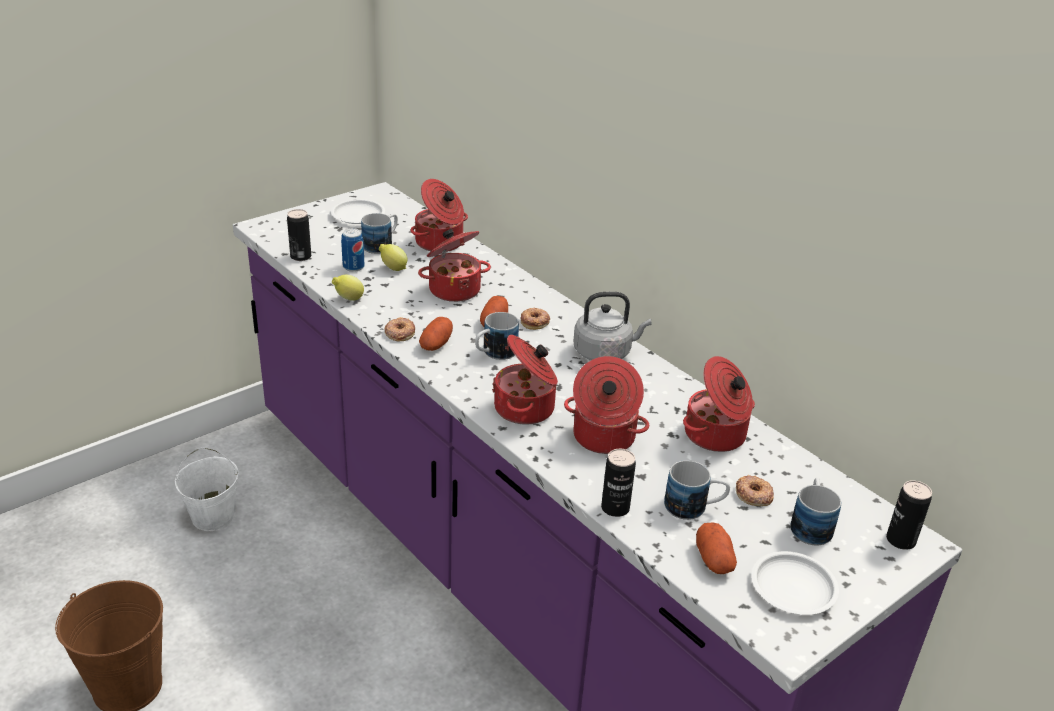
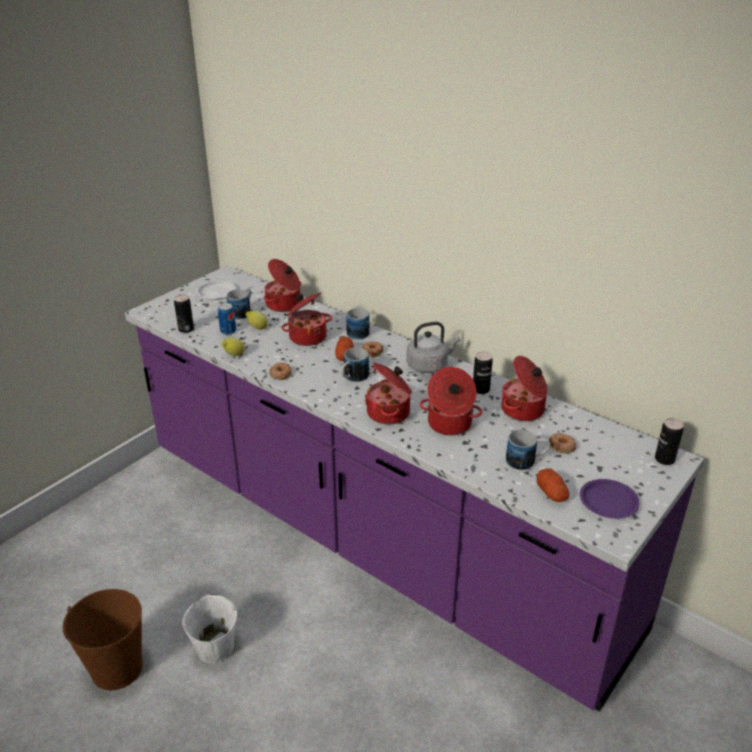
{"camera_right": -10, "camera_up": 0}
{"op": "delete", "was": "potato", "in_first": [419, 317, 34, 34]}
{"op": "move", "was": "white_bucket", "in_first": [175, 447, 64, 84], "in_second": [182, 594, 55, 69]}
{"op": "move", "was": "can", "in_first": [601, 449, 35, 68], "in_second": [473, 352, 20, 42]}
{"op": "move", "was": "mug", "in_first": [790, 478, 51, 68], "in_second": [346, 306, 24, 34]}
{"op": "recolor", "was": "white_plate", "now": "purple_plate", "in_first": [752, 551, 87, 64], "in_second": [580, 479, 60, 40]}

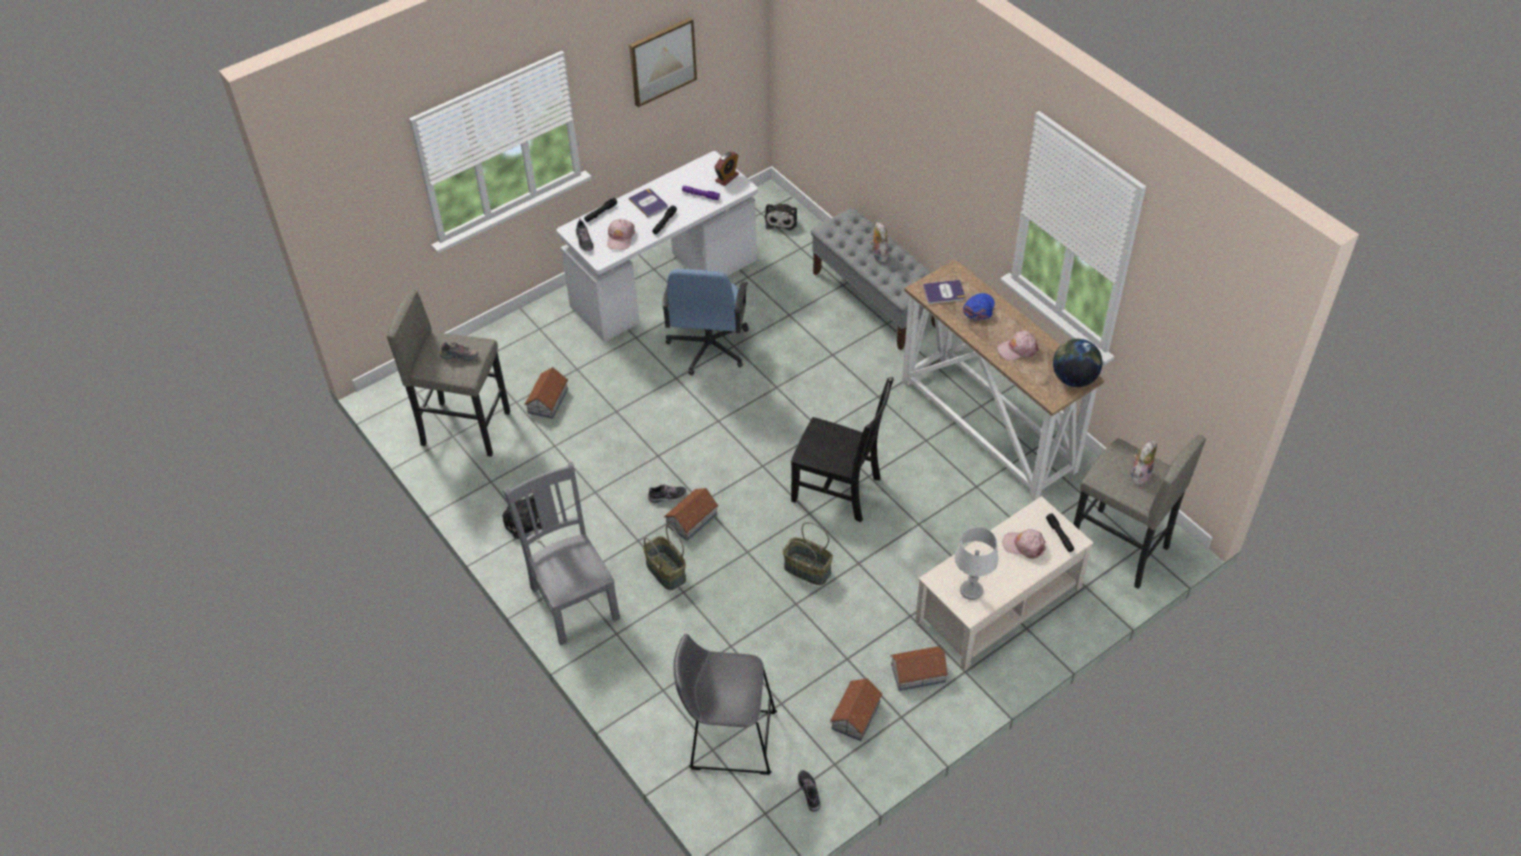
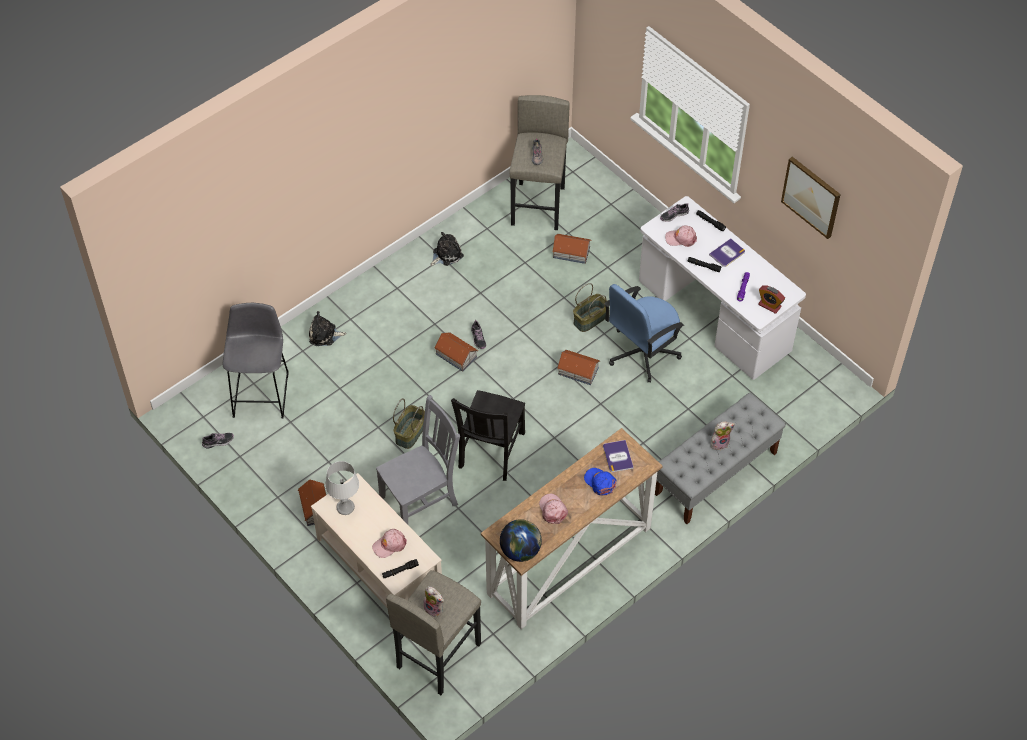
{"camera_right": 85, "camera_up": 5}
{"op": "move", "was": "plush_toy", "in_first": [765, 204, 32, 26], "in_second": [309, 311, 38, 35]}
{"op": "rotate", "was": "blue_office_chair", "in_first": [662, 269, 87, 106], "in_second": [604, 284, 80, 99], "clockwise": -45}
{"op": "rotate", "was": "blue_cap", "in_first": [963, 293, 32, 28], "in_second": [584, 468, 32, 28], "clockwise": -150}
{"op": "move", "was": "grey_chair", "in_first": [503, 462, 117, 184], "in_second": [376, 395, 84, 129]}
{"op": "move", "was": "basket", "in_first": [643, 525, 43, 65], "in_second": [573, 283, 35, 49]}
{"op": "rotate", "was": "pink_cap", "in_first": [1003, 529, 43, 30], "in_second": [372, 529, 35, 29], "clockwise": -135}
{"op": "move", "was": "toy_house", "in_first": [830, 679, 53, 62], "in_second": [557, 350, 43, 35]}

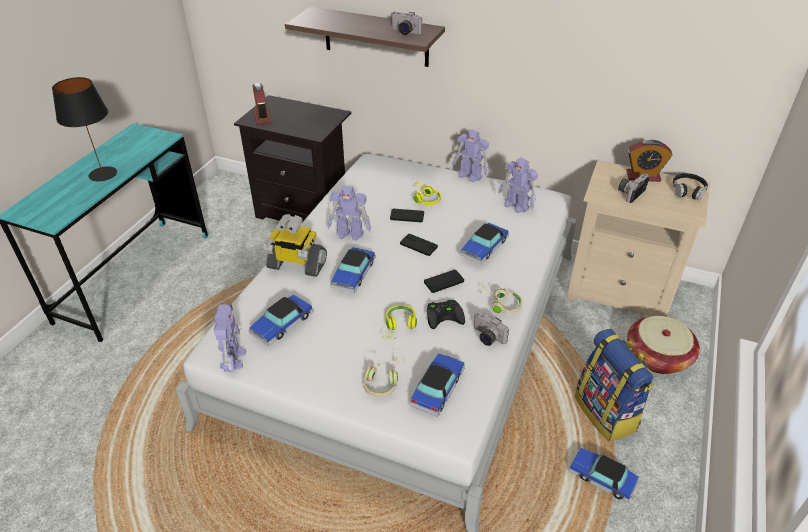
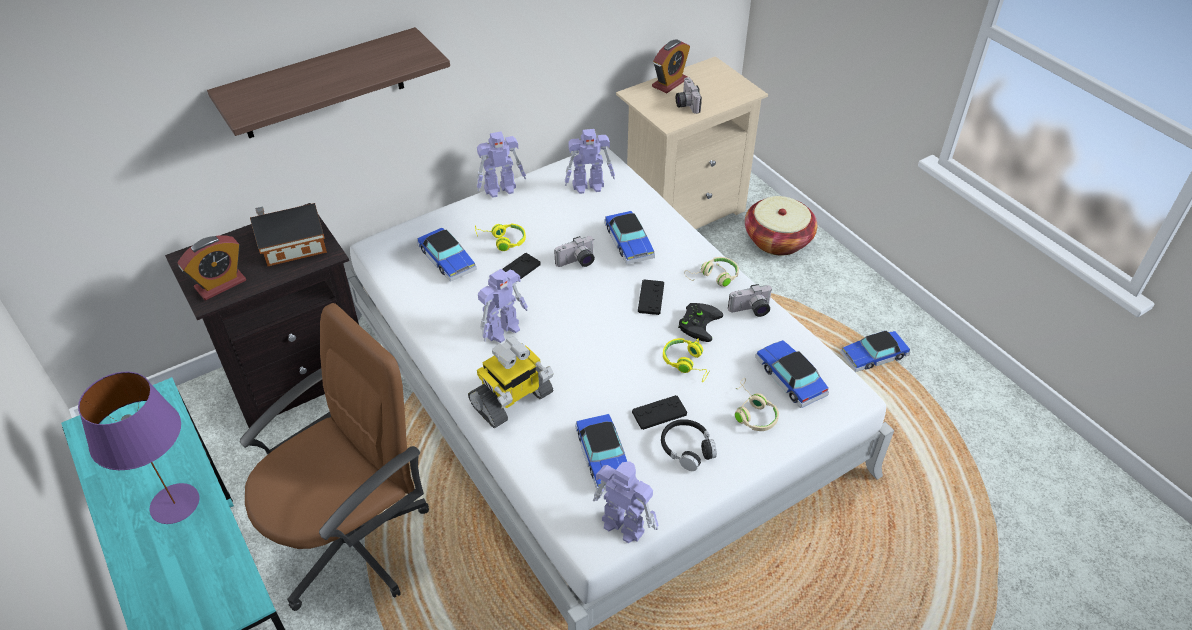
{"camera_right": -55, "camera_up": 5}
{"op": "move", "was": "photo_camera", "in_first": [391, 12, 31, 23], "in_second": [554, 236, 41, 31]}
{"op": "recolor", "was": "black_table_lamp", "now": "purple_table_lamp", "in_first": [52, 77, 65, 104], "in_second": [78, 372, 121, 152]}
{"op": "rotate", "was": "alarm_clock", "in_first": [253, 83, 19, 42], "in_second": [178, 235, 68, 65], "clockwise": -60}
{"op": "move", "was": "black_headphones", "in_first": [673, 173, 35, 28], "in_second": [661, 419, 56, 52]}
{"op": "move", "was": "black_game_controller", "in_first": [400, 234, 38, 22], "in_second": [632, 395, 55, 35]}
{"op": "move", "was": "toy_car", "in_first": [330, 247, 46, 46], "in_second": [417, 228, 60, 54]}
{"op": "delete", "was": "backpack", "in_first": [575, 329, 79, 113]}
{"op": "insert", "now": "toy_house", "in_second": [250, 203, 77, 63]}
{"op": "insert", "now": "brown_office_chair", "in_second": [240, 303, 189, 308]}

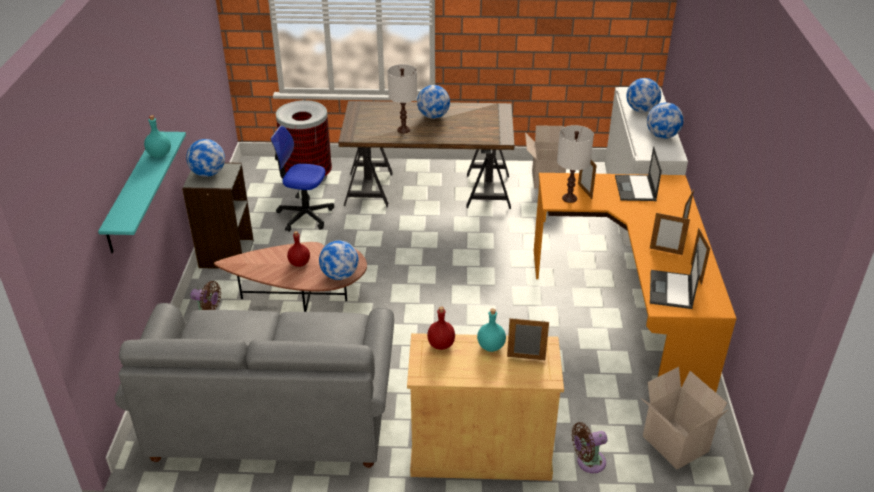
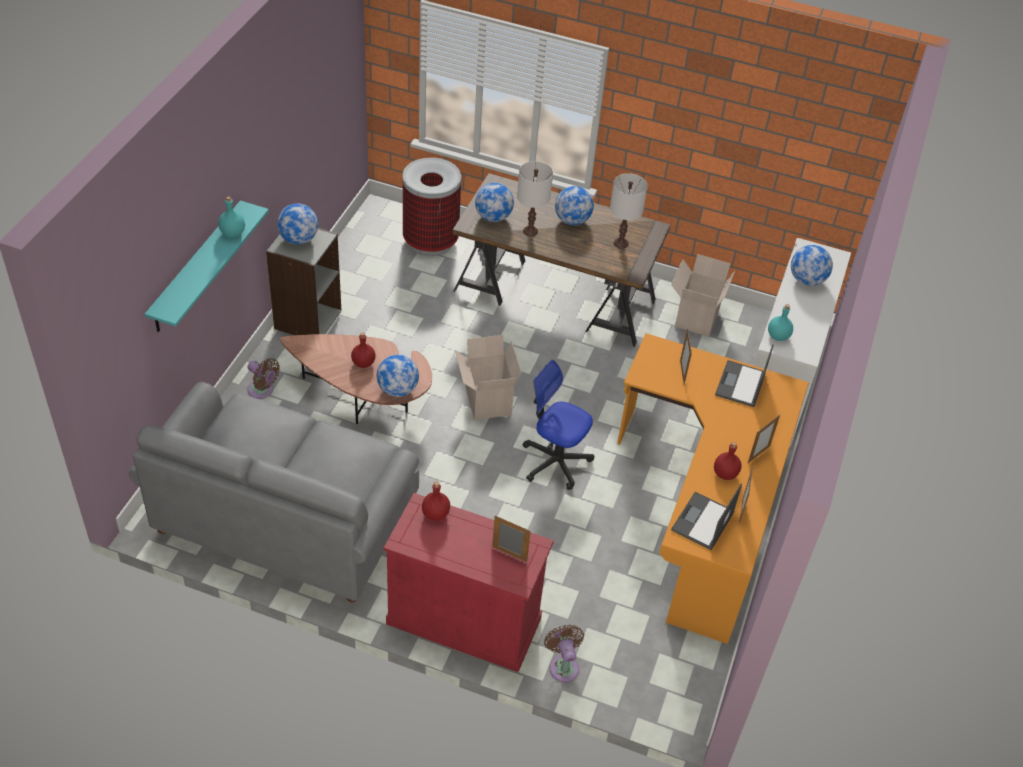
{"camera_right": 15, "camera_up": 10}
{"op": "move", "was": "globe", "in_first": [647, 103, 37, 36], "in_second": [475, 183, 39, 39]}
{"op": "move", "was": "office_chair", "in_first": [271, 125, 63, 107], "in_second": [523, 360, 71, 130]}
{"op": "move", "was": "white_table_lamp", "in_first": [557, 125, 37, 78], "in_second": [610, 173, 38, 76]}
{"op": "replace", "was": "picture_frame", "now": "red_bottle", "in_first": [650, 212, 40, 43], "in_second": [714, 442, 28, 38]}
{"op": "move", "was": "turquoise_bottle", "in_first": [477, 309, 29, 43], "in_second": [768, 304, 25, 37]}
{"op": "recolor", "was": "beige_cabinet", "now": "red_cabinet", "in_first": [407, 333, 157, 148], "in_second": [383, 493, 171, 179]}
{"op": "move", "was": "cardboard_box", "in_first": [641, 367, 87, 102], "in_second": [455, 335, 66, 85]}
{"op": "rotate", "was": "brown_fan", "in_first": [572, 422, 35, 51], "in_second": [544, 625, 40, 57], "clockwise": 75}

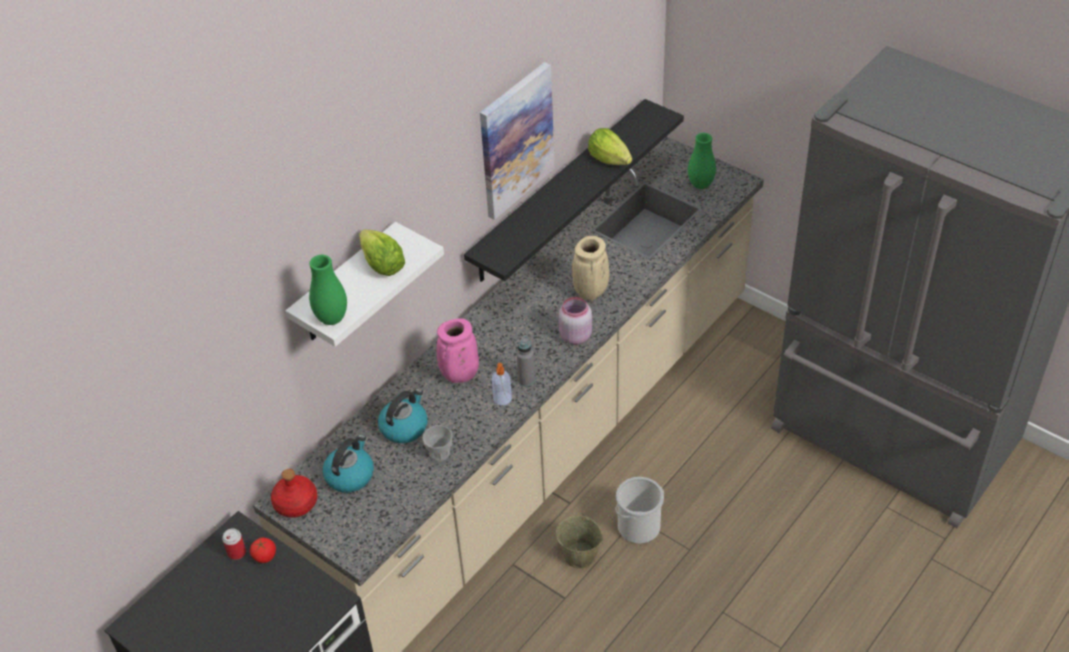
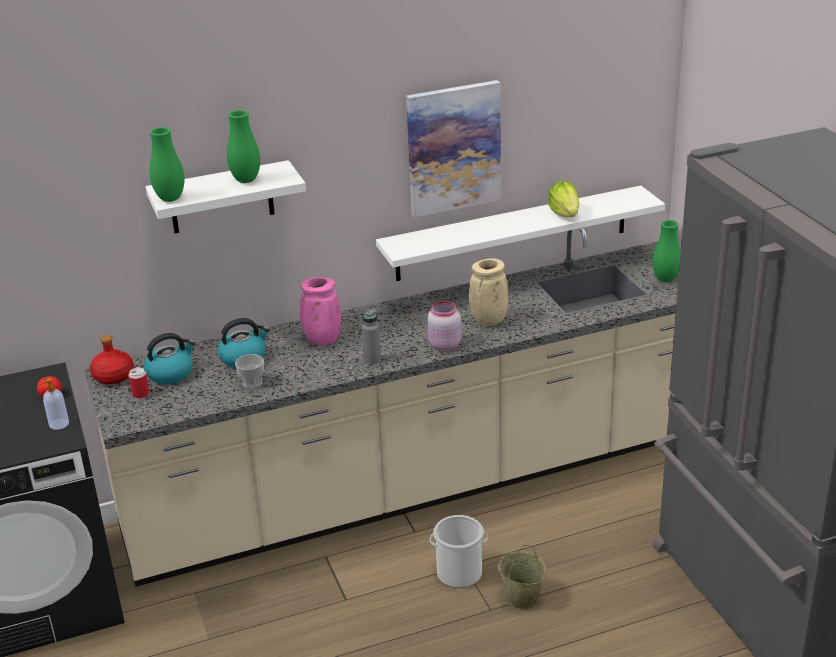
{"camera_right": 30, "camera_up": -15}
{"op": "recolor", "was": "black_shelf", "now": "white_shelf", "in_first": [464, 99, 220, 183], "in_second": [376, 186, 289, 95]}
{"op": "replace", "was": "lettuce", "now": "green_vase", "in_first": [359, 229, 46, 47], "in_second": [227, 110, 33, 73]}
{"op": "move", "was": "soap_dispenser", "in_first": [492, 363, 20, 42], "in_second": [39, 378, 30, 52]}
{"op": "move", "was": "beige_bucket", "in_first": [556, 513, 48, 56], "in_second": [498, 545, 48, 65]}
{"op": "move", "was": "can", "in_first": [222, 528, 24, 32], "in_second": [129, 367, 20, 32]}

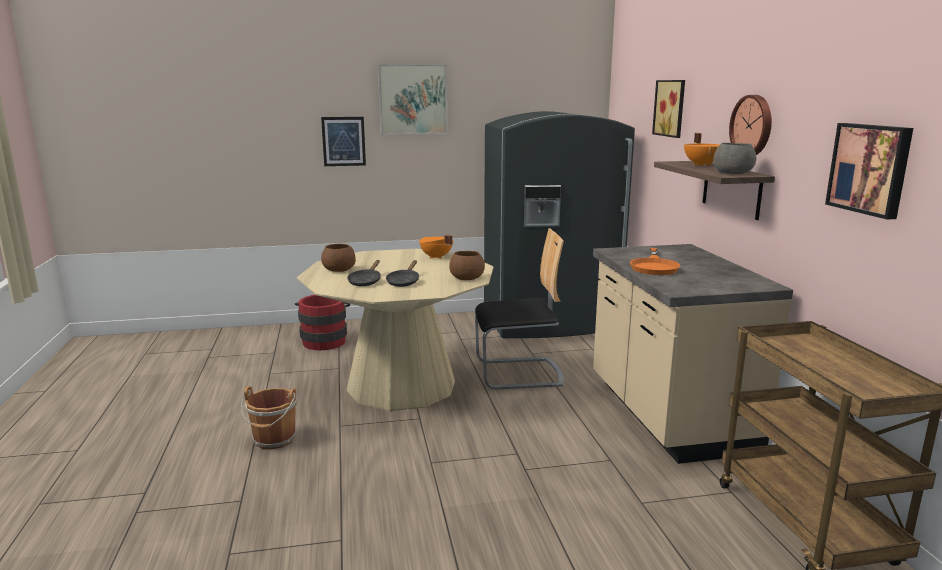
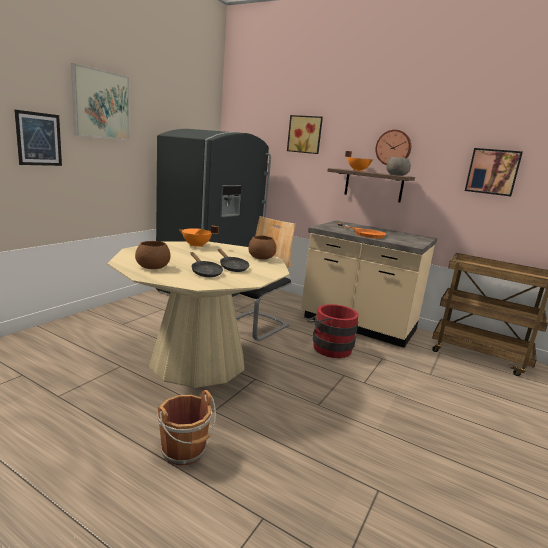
{"camera_right": -50, "camera_up": 0}
{"op": "move", "was": "red_bucket", "in_first": [295, 295, 55, 55], "in_second": [307, 304, 52, 54]}

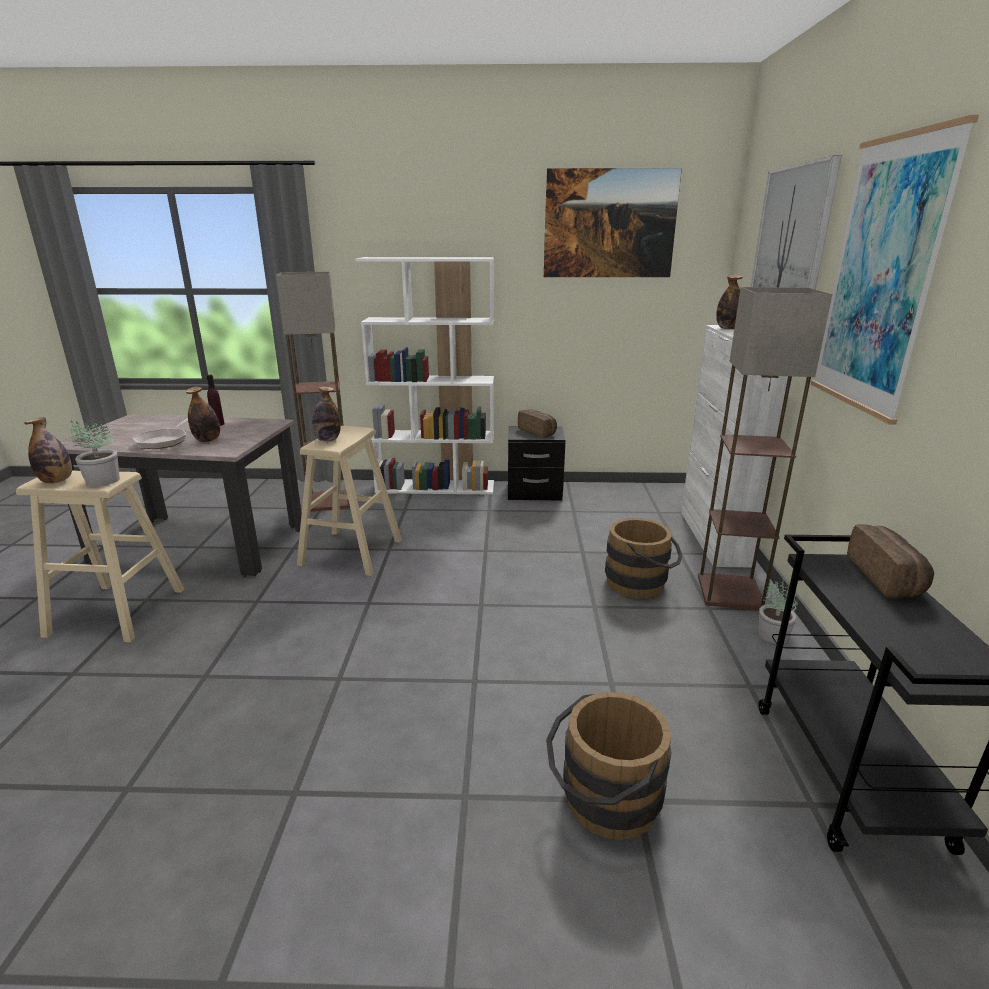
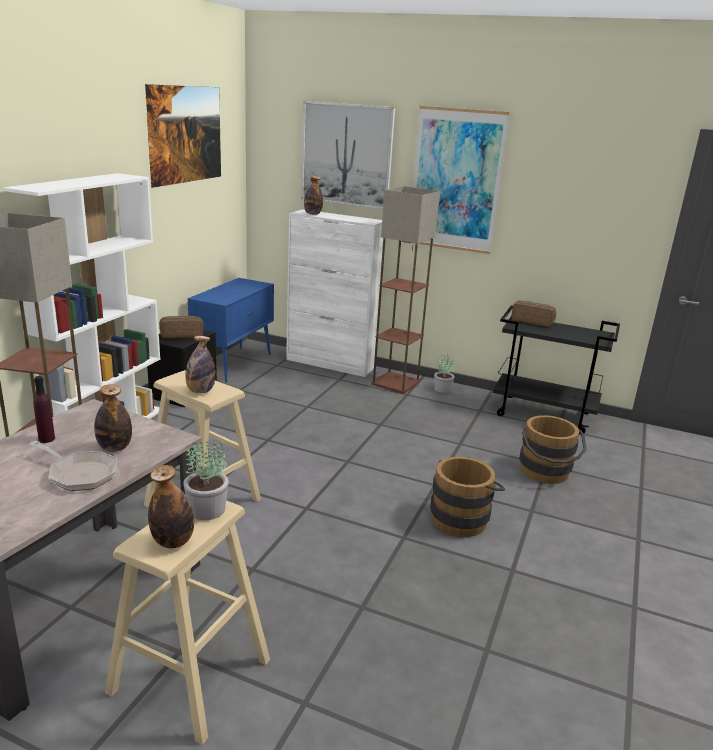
{"camera_right": -70, "camera_up": 0}
{"op": "move", "was": "brown_bucket", "in_first": [605, 518, 77, 81], "in_second": [430, 456, 75, 81]}
{"op": "insert", "now": "blue_cabinet", "in_second": [188, 278, 86, 105]}

